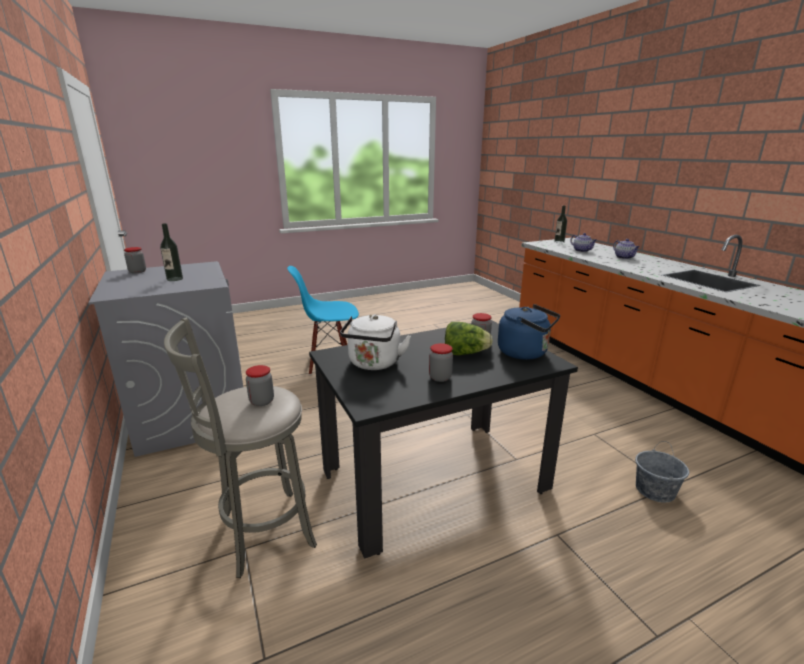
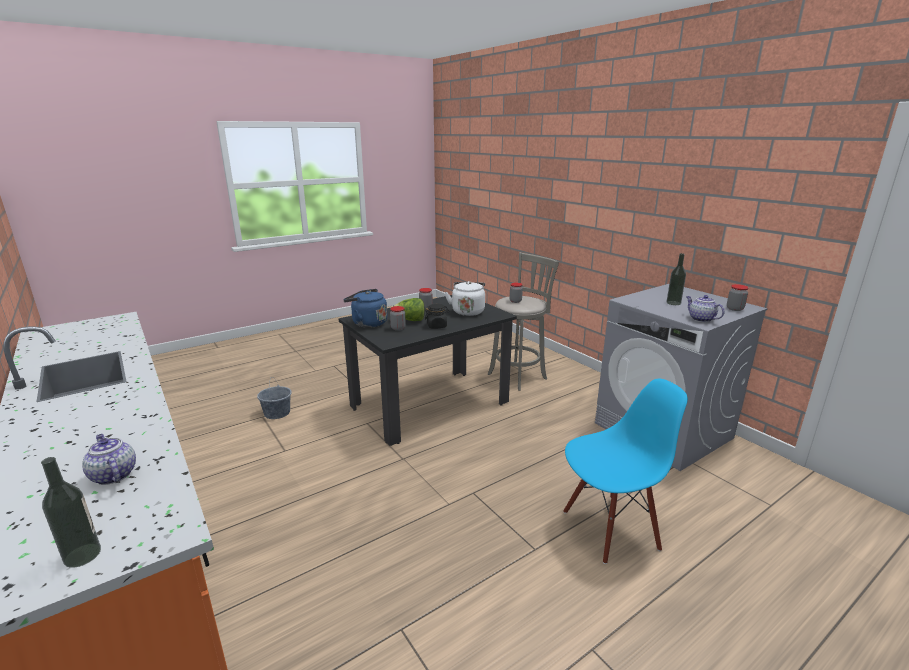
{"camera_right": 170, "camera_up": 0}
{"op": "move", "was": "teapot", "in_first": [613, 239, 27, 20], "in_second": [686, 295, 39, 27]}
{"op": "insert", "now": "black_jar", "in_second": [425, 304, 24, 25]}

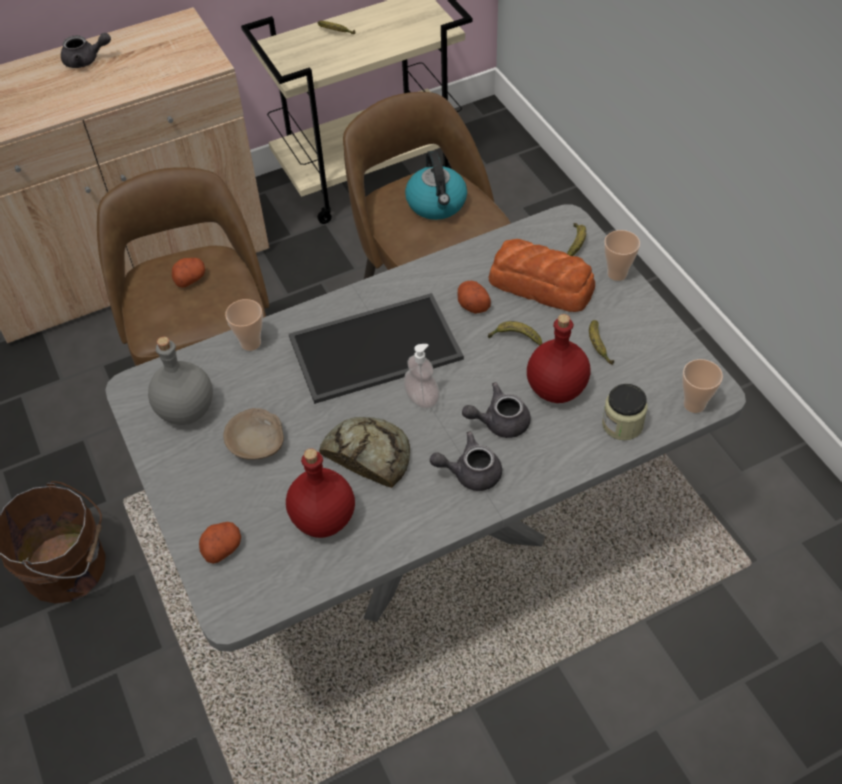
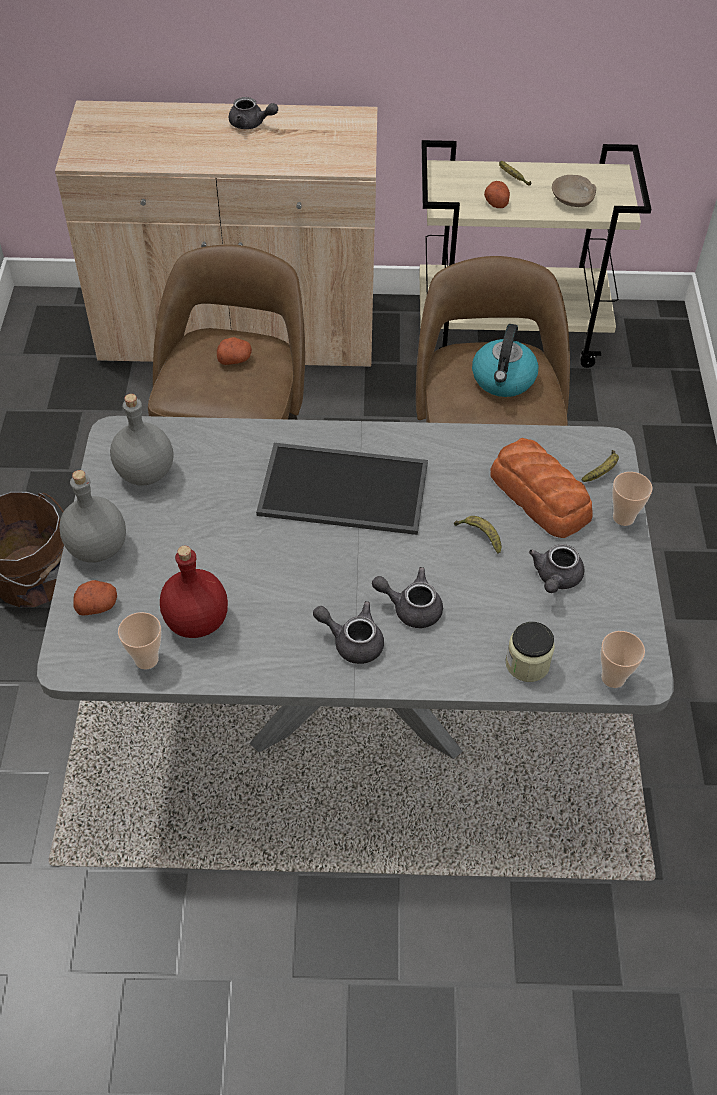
{"camera_right": 25, "camera_up": 0}
{"op": "move", "was": "potato", "in_first": [457, 281, 34, 33], "in_second": [484, 181, 26, 27]}
{"op": "move", "was": "cup", "in_first": [225, 299, 38, 52], "in_second": [118, 612, 44, 57]}
{"op": "delete", "was": "red_bottle", "in_first": [527, 314, 63, 89]}
{"op": "replace", "was": "banana", "now": "grey_teapot", "in_first": [589, 320, 25, 45], "in_second": [529, 544, 55, 49]}
{"op": "delete", "was": "soap_dispenser", "in_first": [403, 344, 37, 65]}
{"op": "move", "was": "beige_bowl", "in_first": [223, 408, 61, 52], "in_second": [552, 175, 44, 32]}
{"op": "delete", "was": "bread", "in_first": [319, 417, 91, 71]}
{"op": "insert", "now": "grey_bottle", "in_second": [59, 470, 67, 93]}

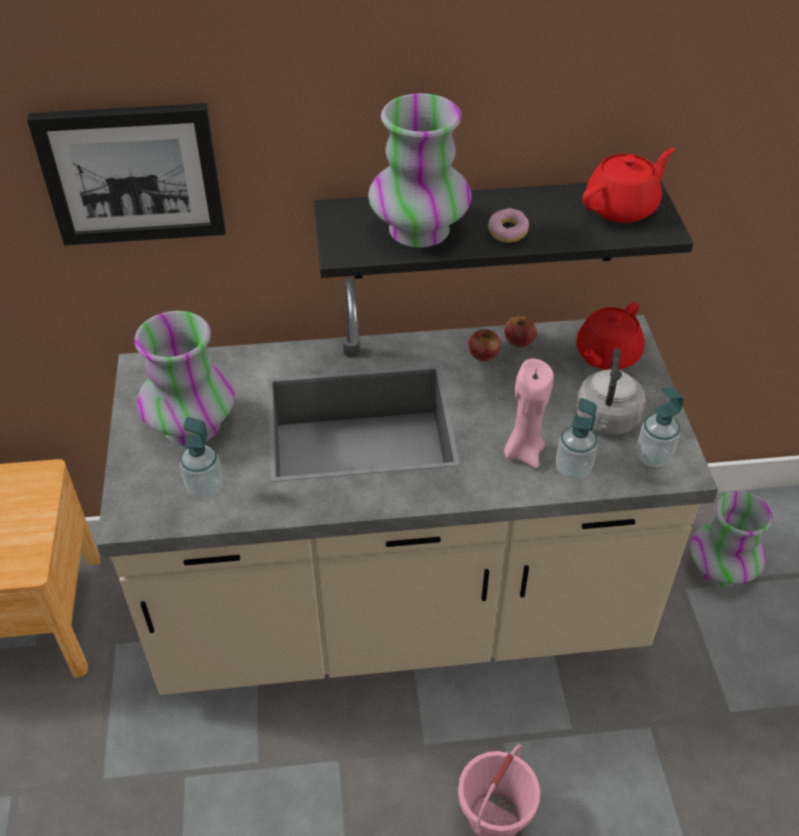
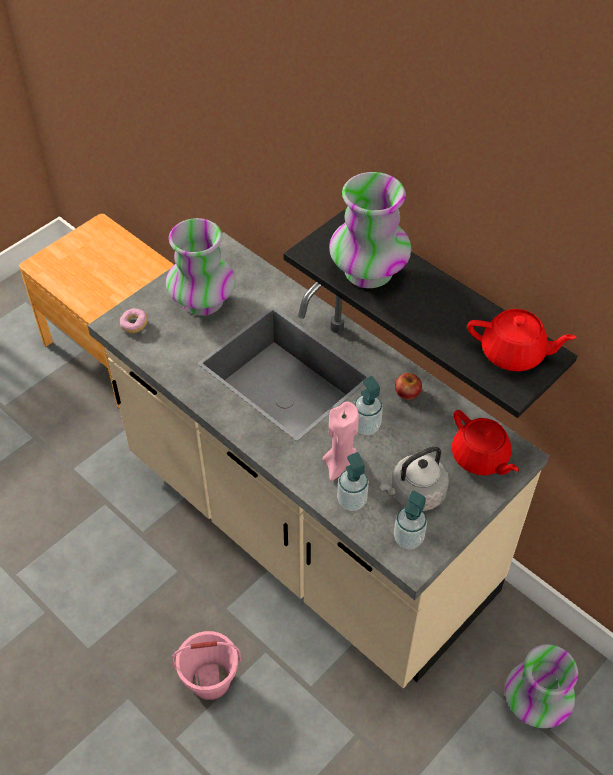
{"camera_right": 50, "camera_up": 5}
{"op": "delete", "was": "picture", "in_first": [27, 103, 199, 142]}
{"op": "move", "was": "donut", "in_first": [488, 208, 41, 35], "in_second": [120, 308, 28, 25]}
{"op": "rotate", "was": "red_teapot", "in_first": [576, 302, 69, 68], "in_second": [452, 410, 67, 65], "clockwise": -120}
{"op": "delete", "was": "apple", "in_first": [504, 316, 33, 31]}
{"op": "move", "was": "soap_dispenser", "in_first": [180, 417, 43, 82], "in_second": [354, 376, 29, 59]}

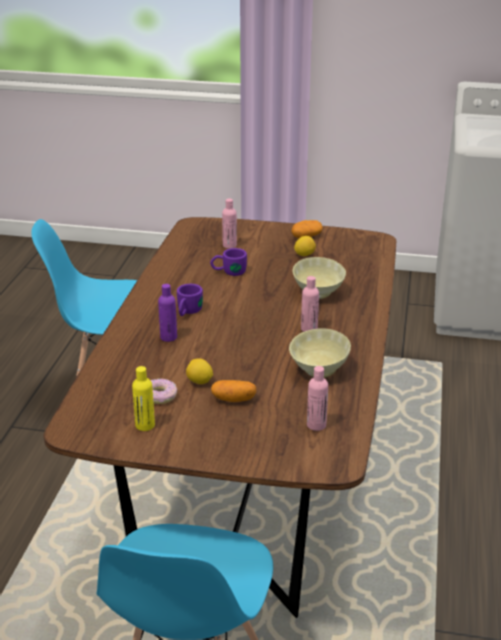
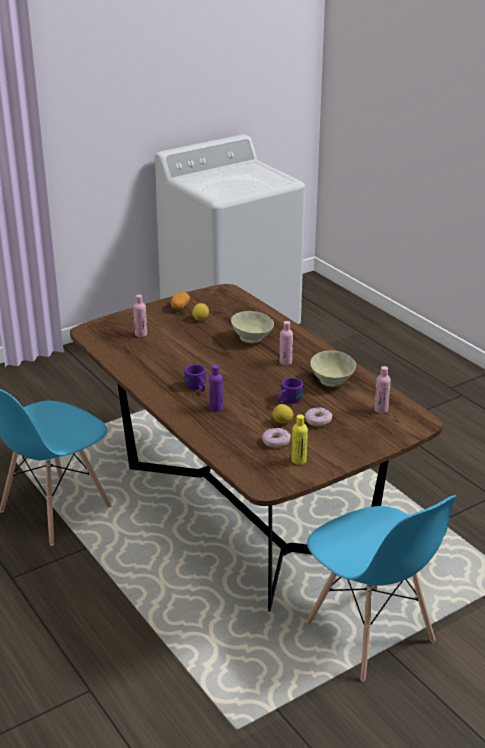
{"camera_right": -45, "camera_up": 0}
{"op": "move", "was": "purple_mug", "in_first": [210, 248, 37, 28], "in_second": [278, 377, 25, 27]}
{"op": "replace", "was": "potato", "now": "donut", "in_first": [211, 380, 45, 22], "in_second": [305, 407, 27, 20]}

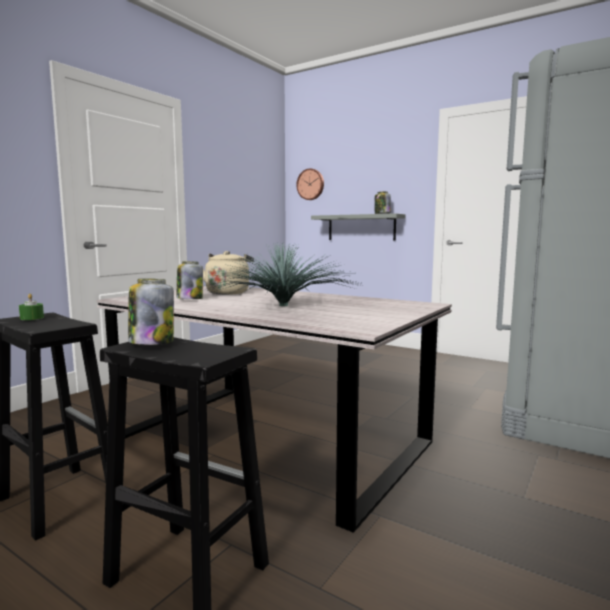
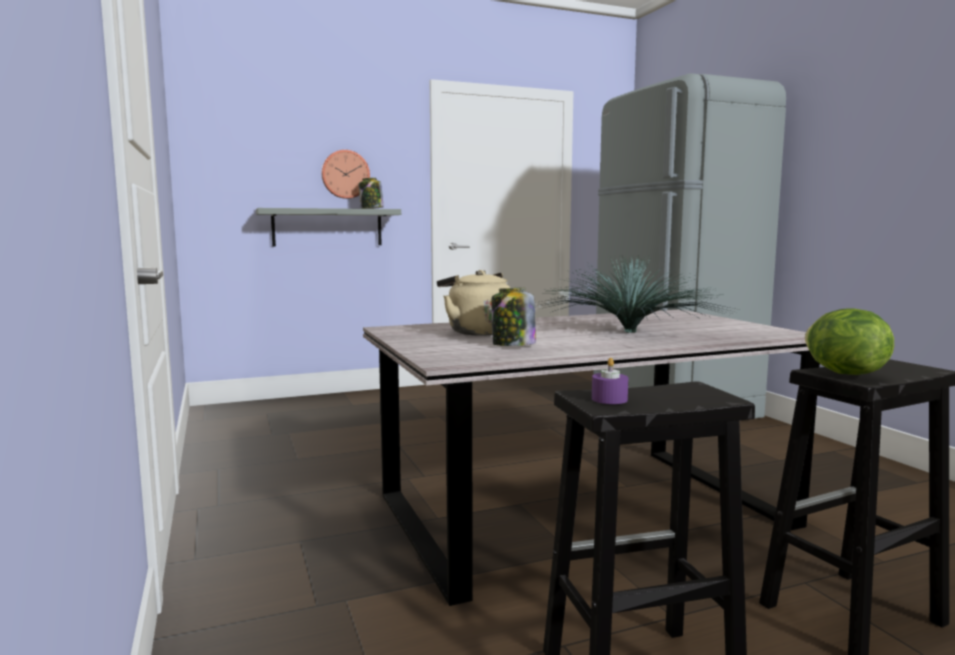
{"camera_right": -55, "camera_up": 0}
{"op": "move", "was": "wall_clock", "in_first": [296, 168, 28, 32], "in_second": [321, 150, 49, 49]}
{"op": "replace", "was": "jar", "now": "lettuce", "in_first": [128, 279, 46, 66], "in_second": [805, 309, 89, 66]}
{"op": "recolor", "was": "green_candle", "now": "purple_candle", "in_first": [19, 294, 25, 26], "in_second": [592, 358, 36, 46]}

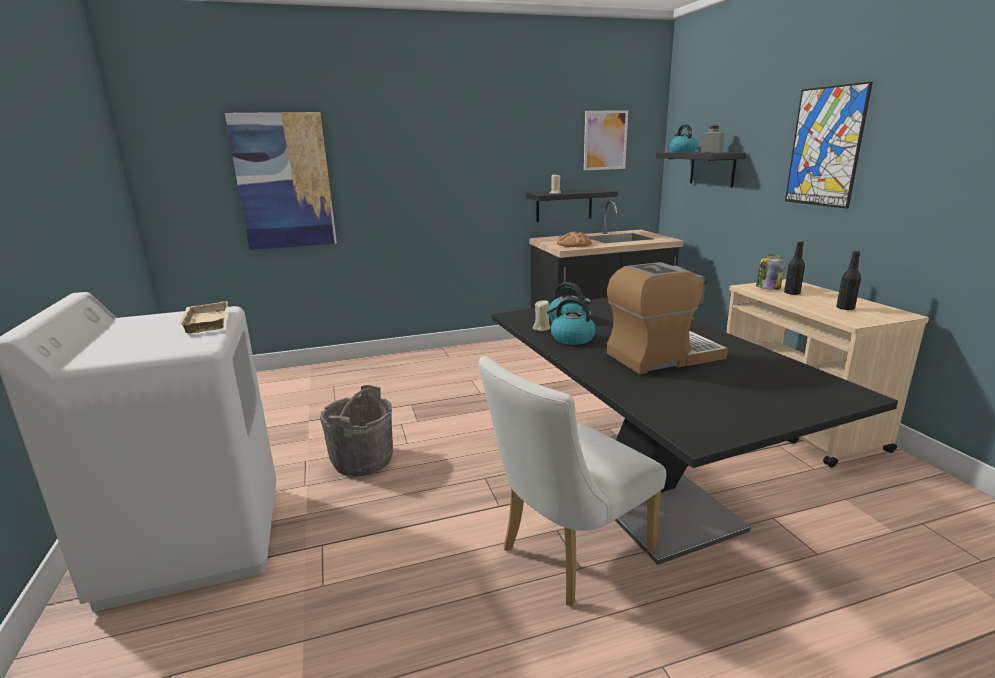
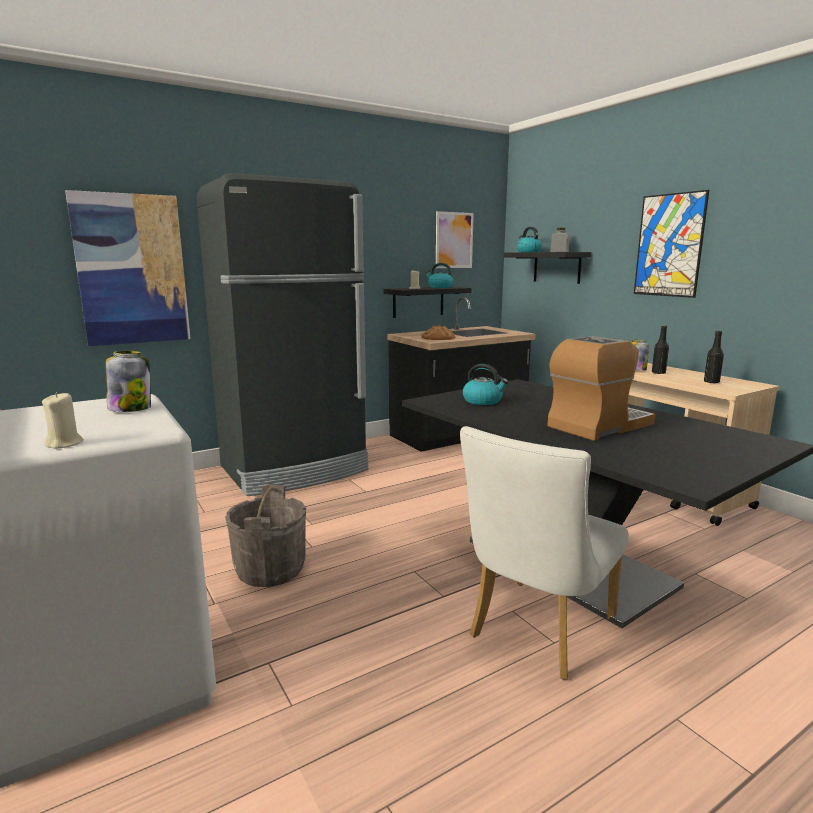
{"camera_right": -15, "camera_up": -5}
{"op": "move", "was": "kettle", "in_first": [547, 298, 49, 47], "in_second": [425, 263, 29, 25]}
{"op": "move", "was": "beige_candle", "in_first": [533, 300, 17, 31], "in_second": [42, 392, 41, 57]}
{"op": "replace", "was": "beige_tray", "now": "jar", "in_first": [179, 301, 49, 32], "in_second": [106, 351, 45, 61]}
{"op": "insert", "now": "black_fridge", "in_second": [197, 173, 171, 323]}

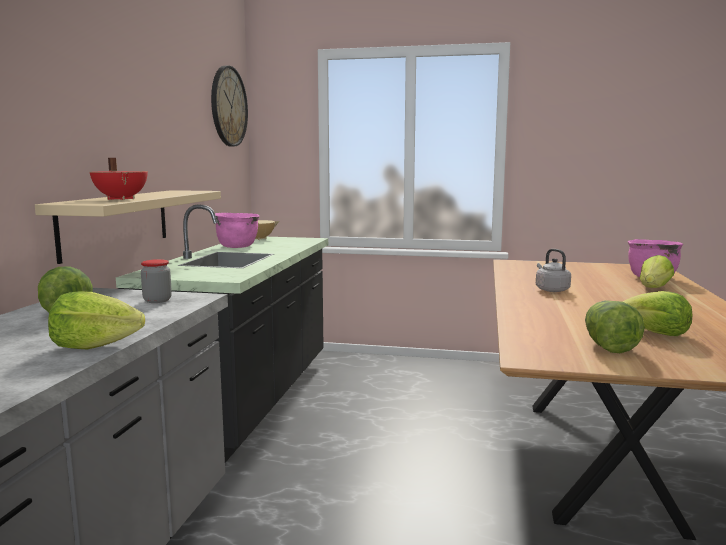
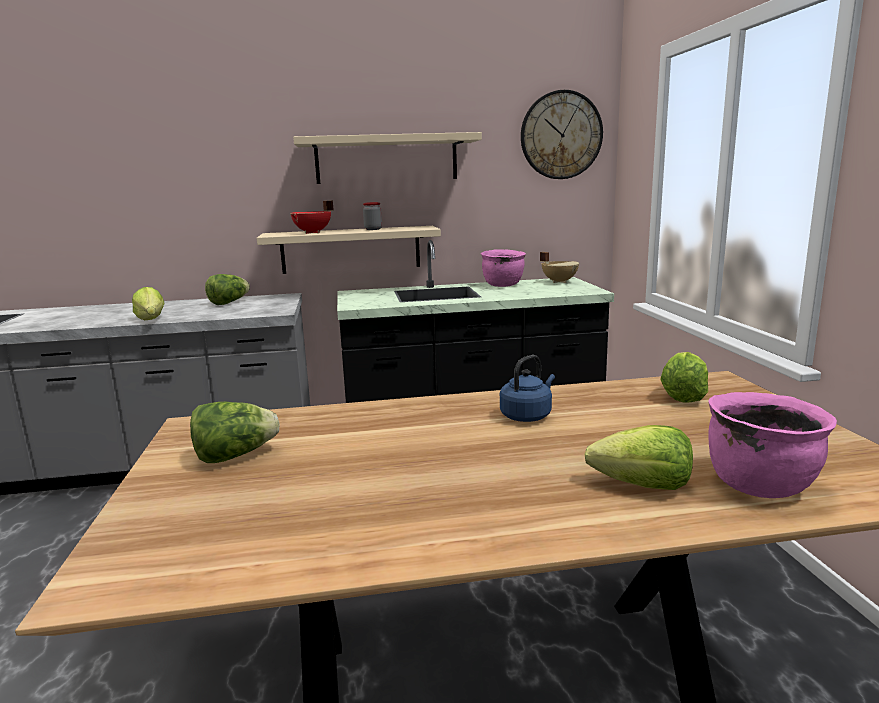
{"camera_right": 70, "camera_up": 5}
{"op": "recolor", "was": "grey_kettle", "now": "blue_kettle", "in_first": [536, 249, 35, 43], "in_second": [500, 355, 55, 67]}
{"op": "move", "was": "jar", "in_first": [141, 259, 31, 44], "in_second": [363, 202, 19, 28]}
{"op": "move", "was": "lettuce", "in_first": [623, 291, 69, 45], "in_second": [661, 352, 47, 51]}
{"op": "insert", "now": "beige_shelf", "in_second": [293, 132, 189, 52]}

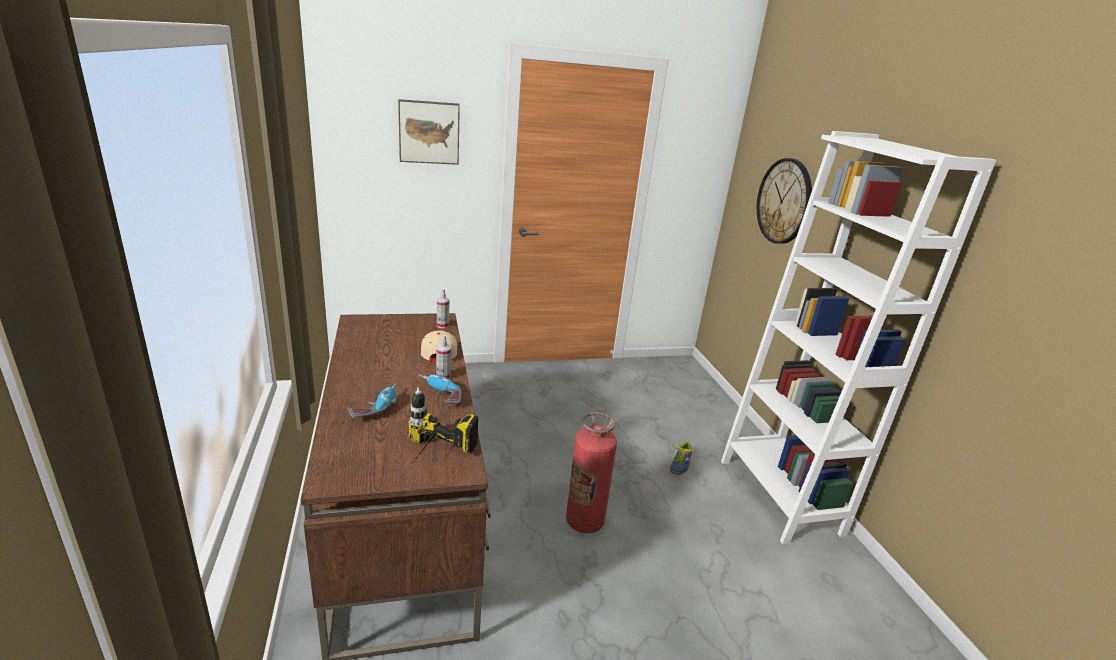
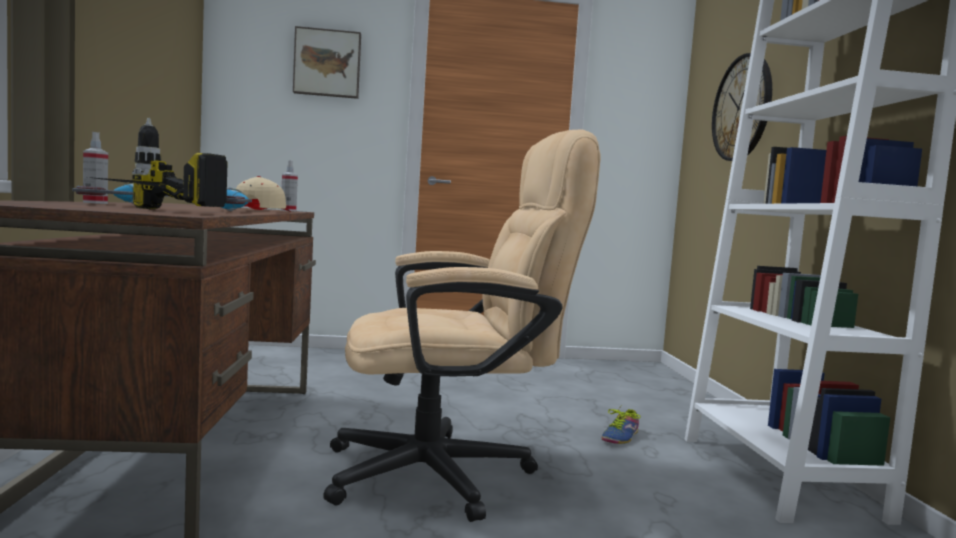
{"camera_right": 10, "camera_up": -20}
{"op": "move", "was": "spray_bottle", "in_first": [436, 335, 15, 43], "in_second": [83, 132, 25, 72]}
{"op": "replace", "was": "fire_extinguisher", "now": "beige_office_chair", "in_first": [566, 412, 51, 121], "in_second": [323, 129, 277, 393]}

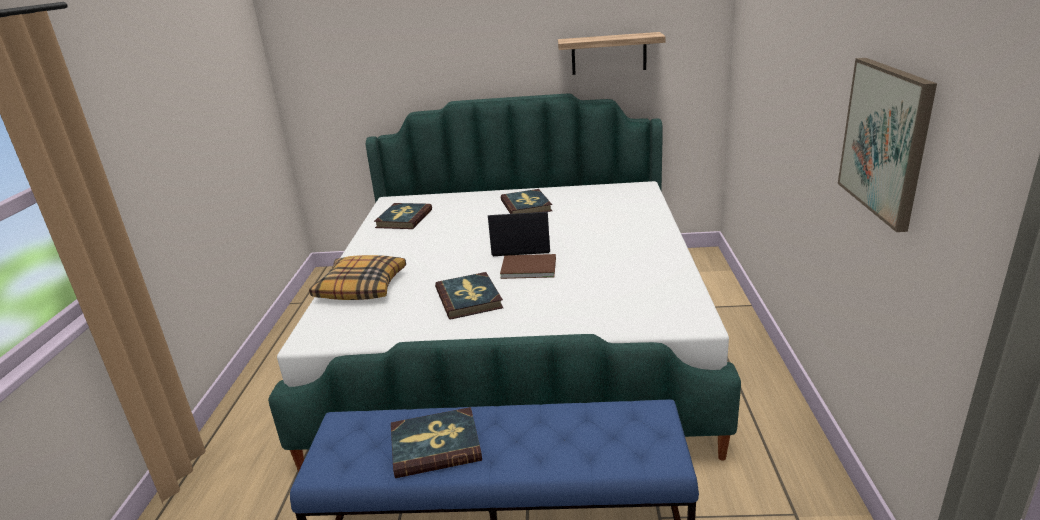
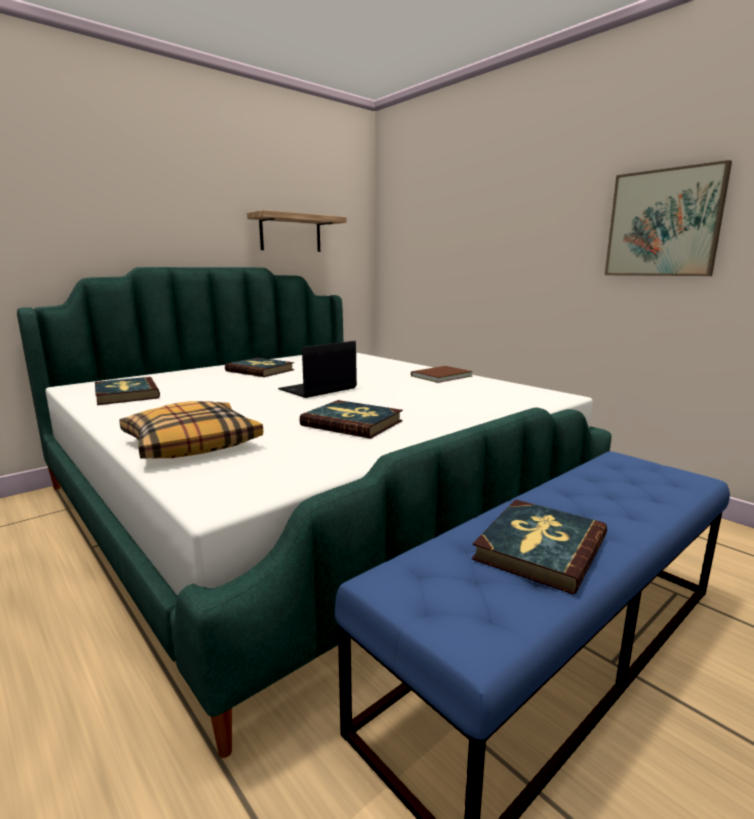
{"camera_right": -45, "camera_up": -10}
{"op": "move", "was": "brown_book", "in_first": [500, 254, 56, 25], "in_second": [411, 366, 62, 17]}

